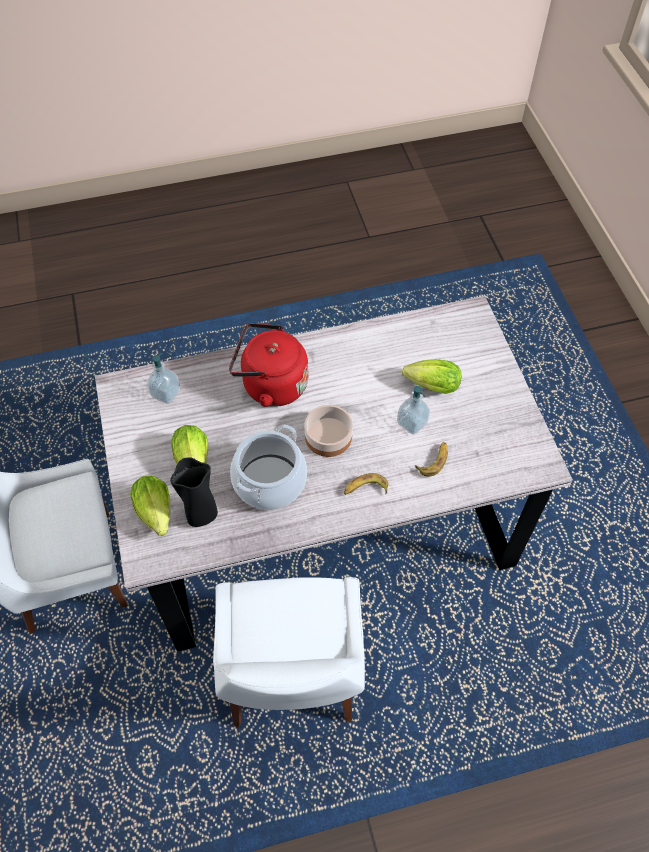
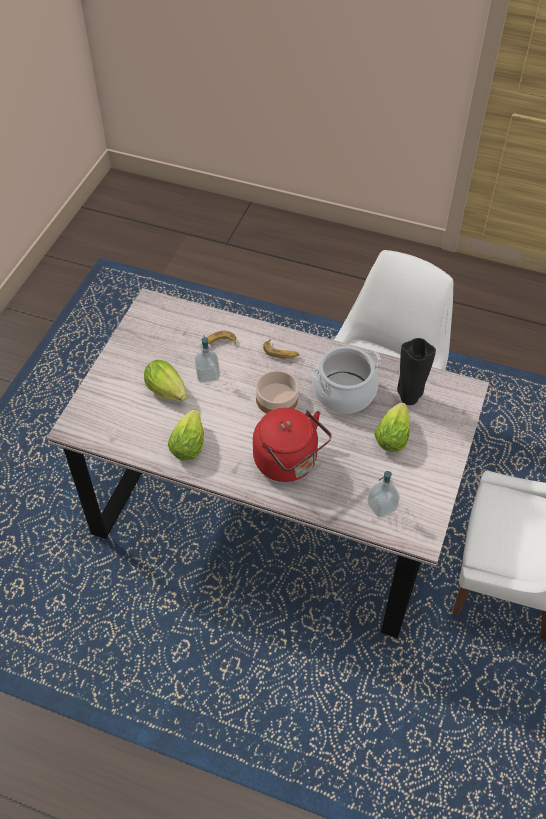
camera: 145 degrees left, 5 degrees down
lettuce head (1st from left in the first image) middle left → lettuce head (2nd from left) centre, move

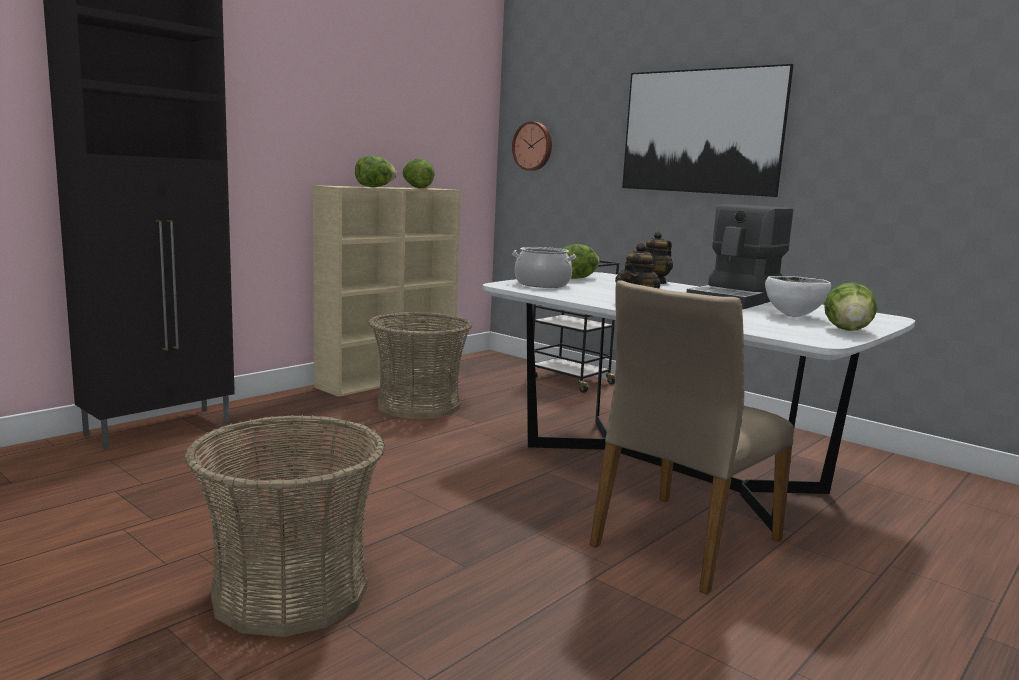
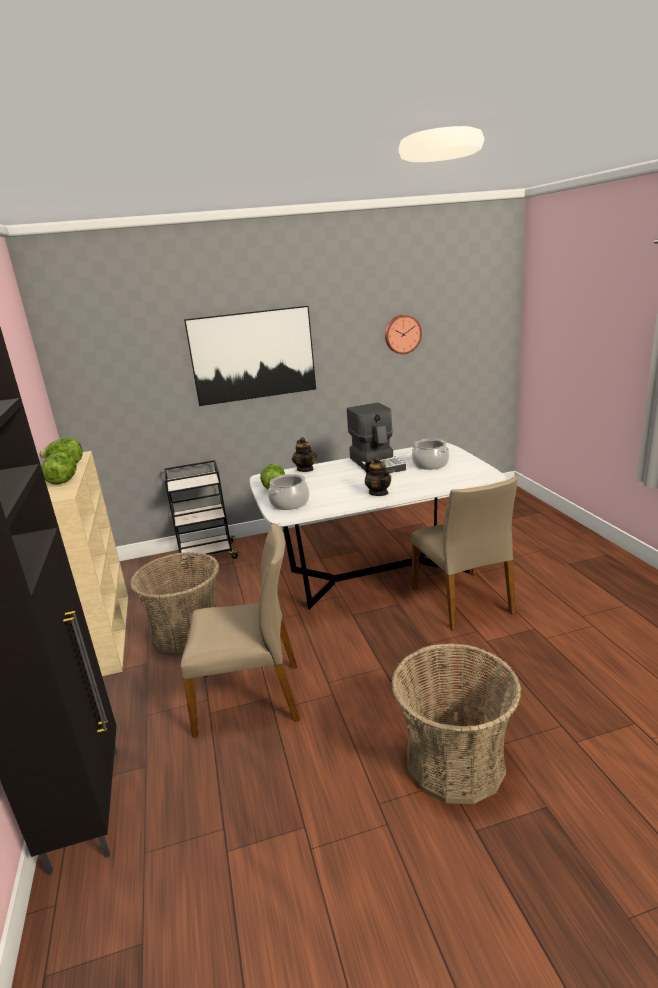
camera: 55 degrees left, 10 degrees up
wall clock top centre → wall clock centre, move
whitish bowl middle right → cooking pot (2nd from left) centre
lettuce head (4th from left) middle right → -
- → beige chair (1st from left) centre

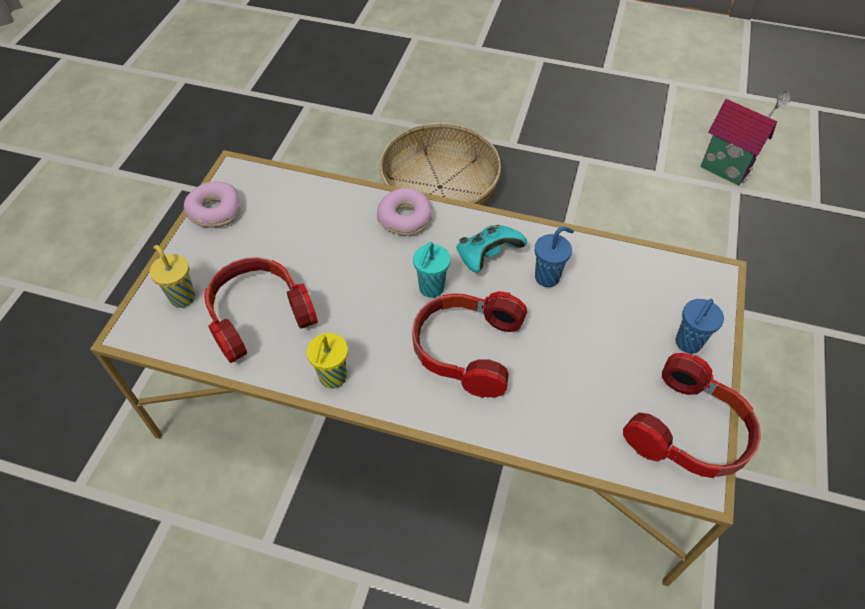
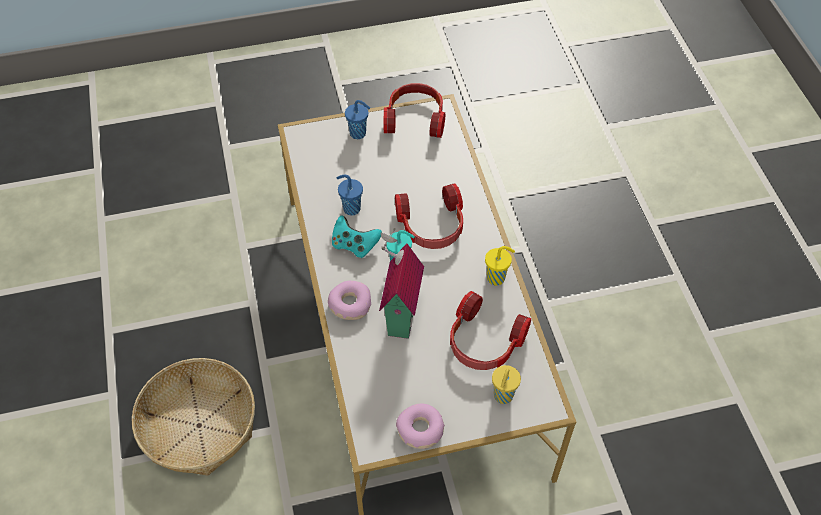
camera: 120 degrees left, 0 degrees up
model house top right → model house centre, move

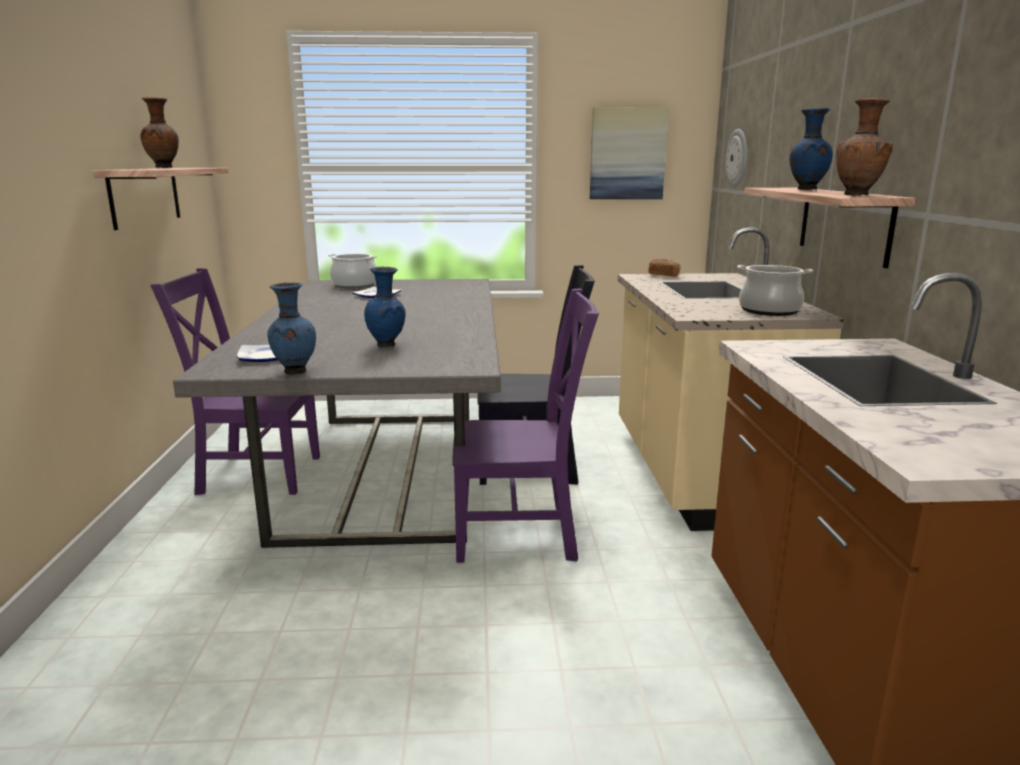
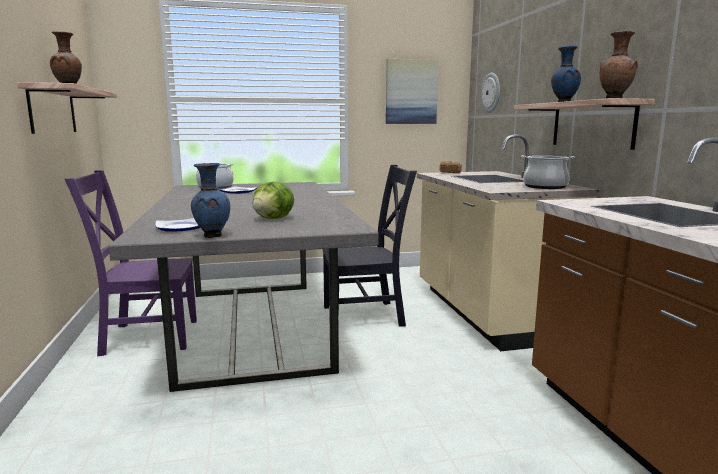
camera: 10 degrees left, 5 degrees down
blue-coloured decorative vase (2nd from left) centre → lettuce head centre
purple chair (2nd from left) centre → -

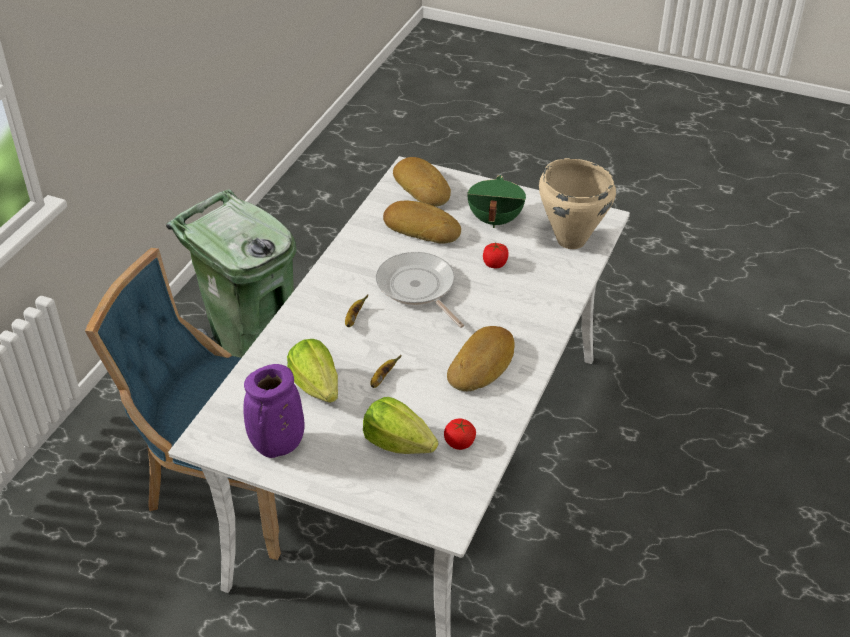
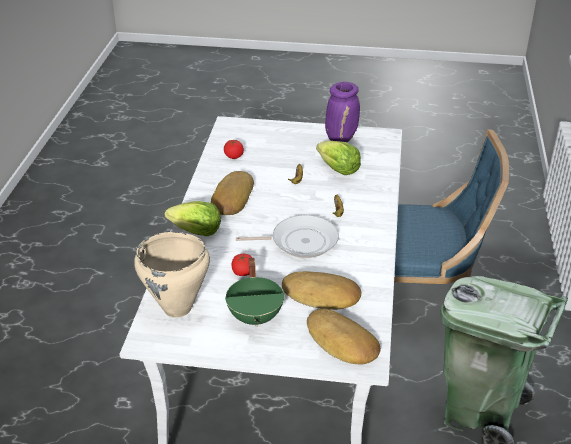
camera: 165 degrees right, 5 degrees down
skillet centre, 45 degrees counterclockwise
lettuce head (2nd from left in the first image) bottom centre → lettuce head (1st from left) centre, move

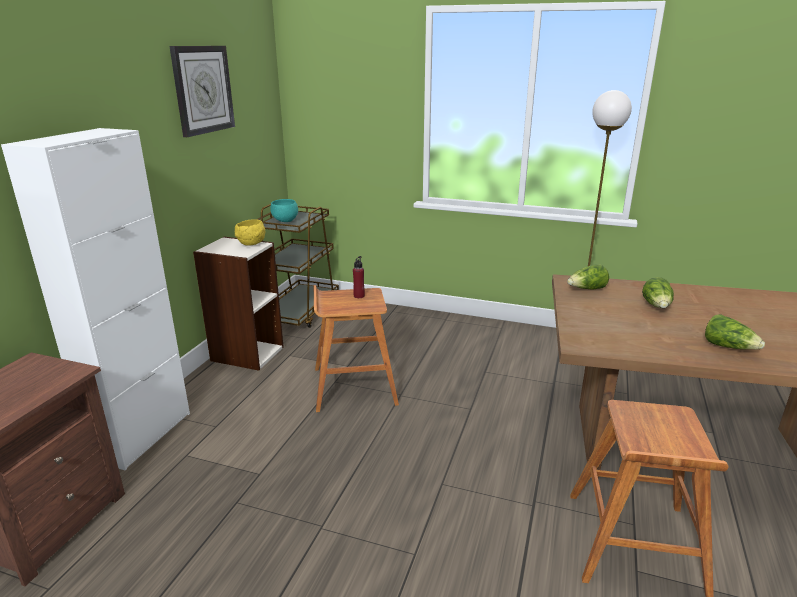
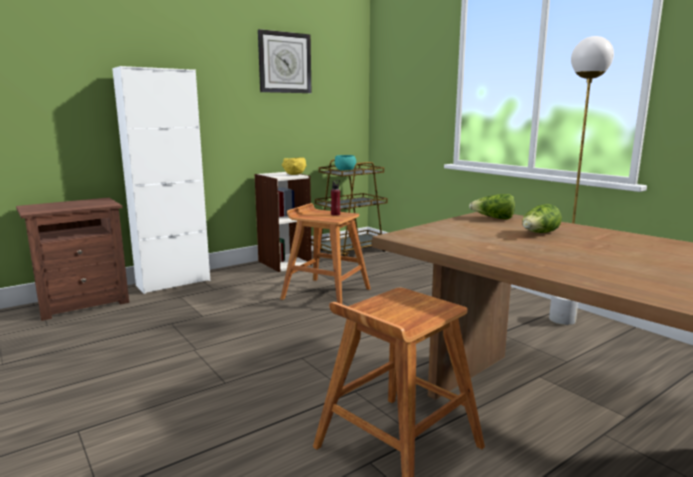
camera: 35 degrees right, 10 degrees down
lettuce head (3rd from left) middle right → -

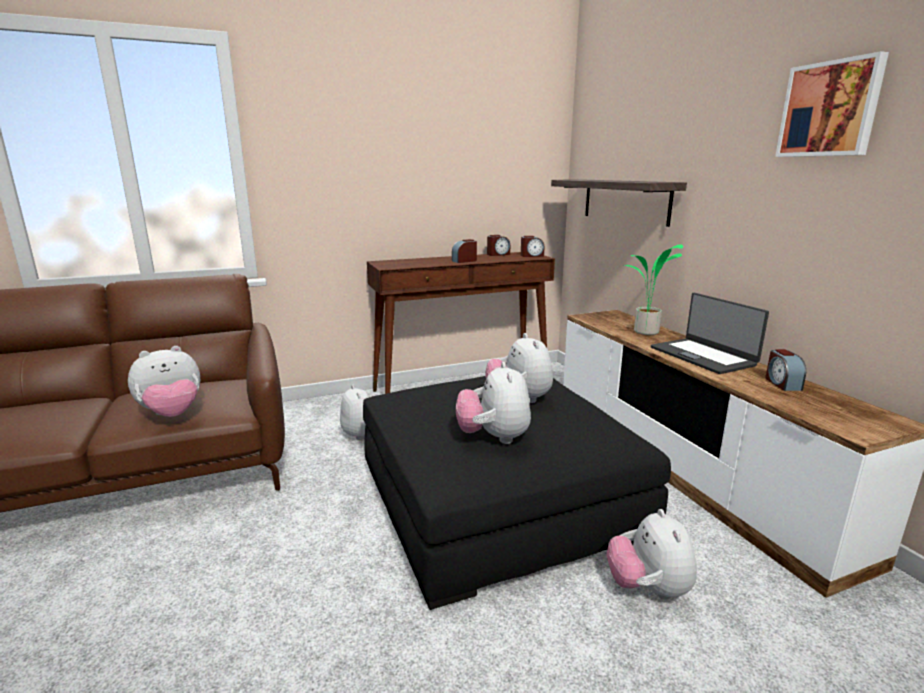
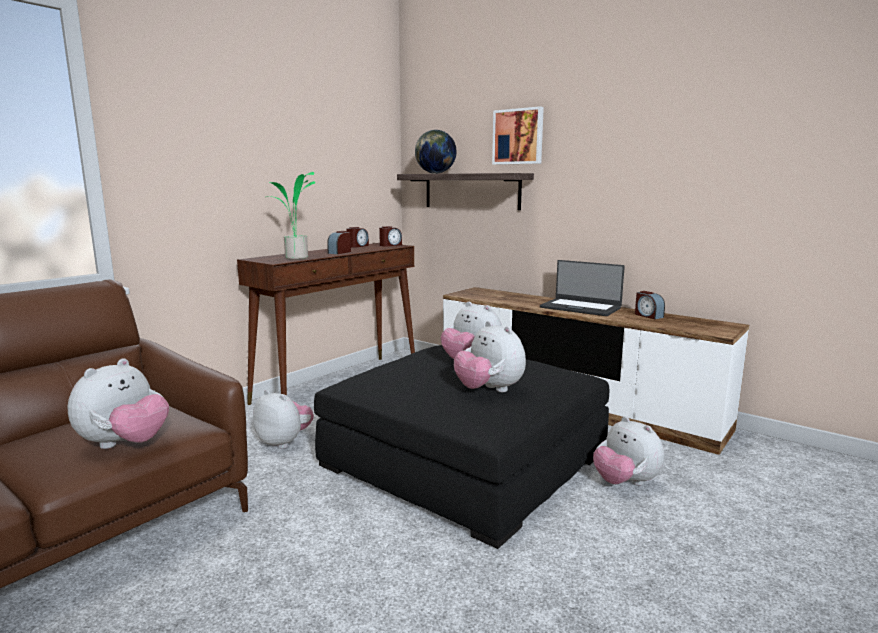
camera: 30 degrees left, 5 degrees down
wall picture top right → wall picture top centre, move
potted plant middle right → potted plant middle left, move
- → desk globe top centre

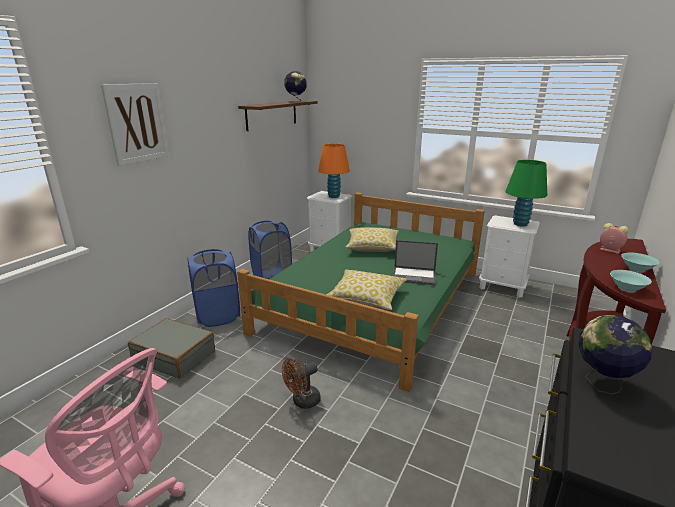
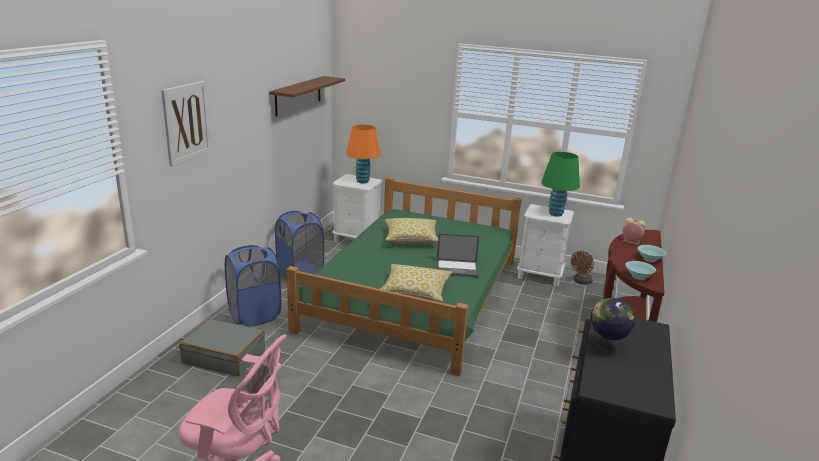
camera: 10 degrees left, 0 degrees up
desk globe (1st from left) top centre → -
brown-coloured cooling fan bottom centre → brown-coloured cooling fan middle right, move

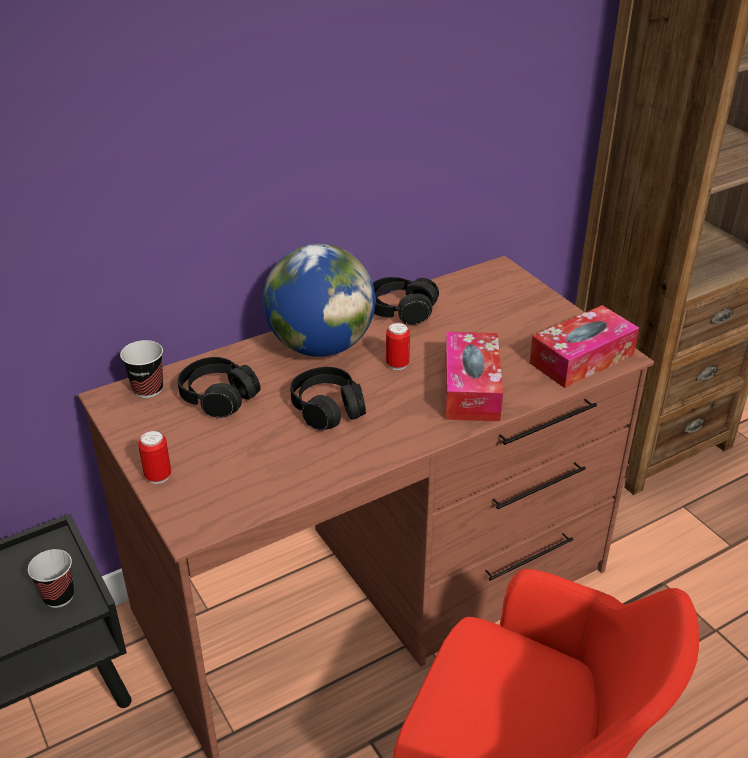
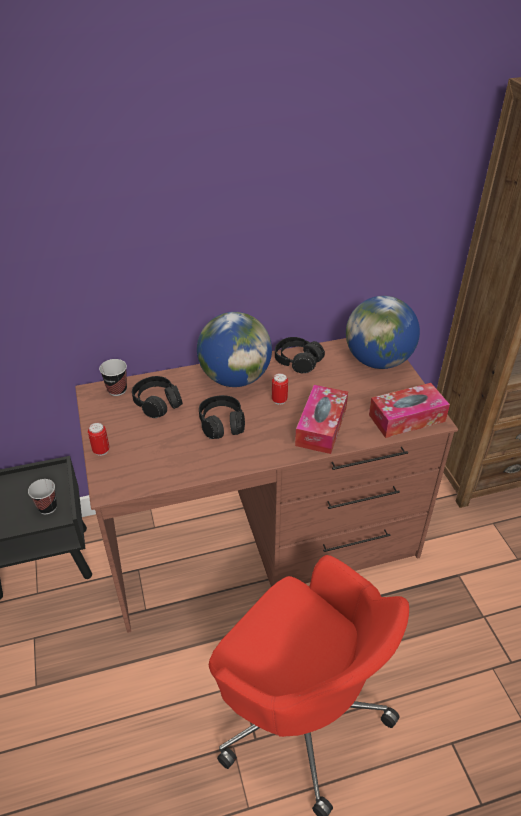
camera: 15 degrees right, 5 degrees up
- → desk globe (2nd from left) middle right

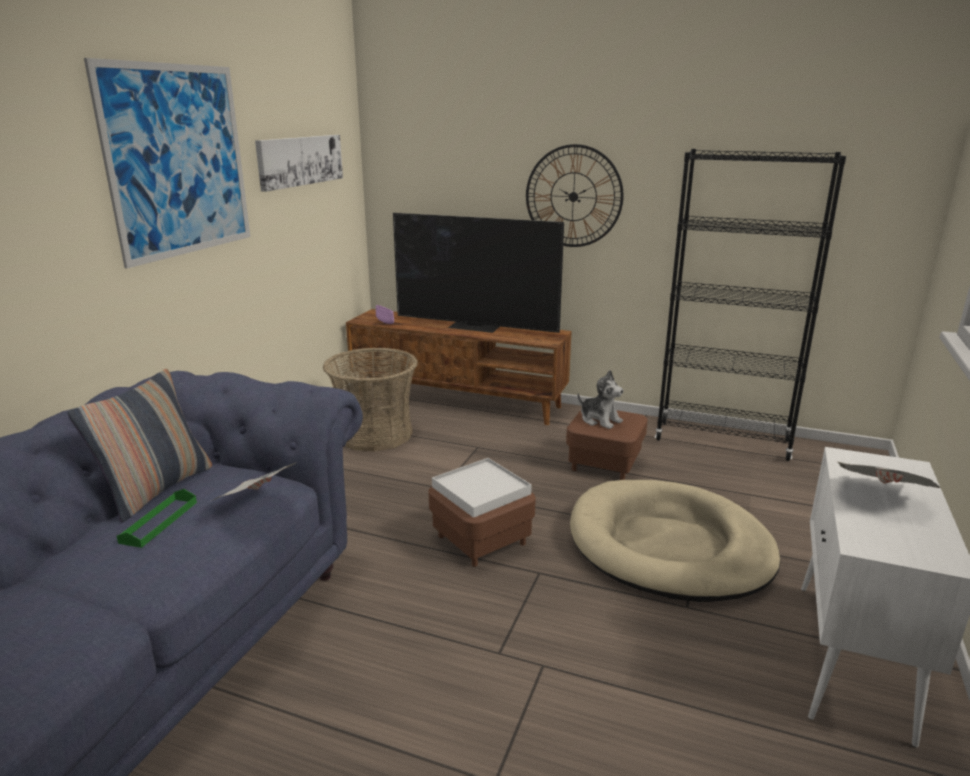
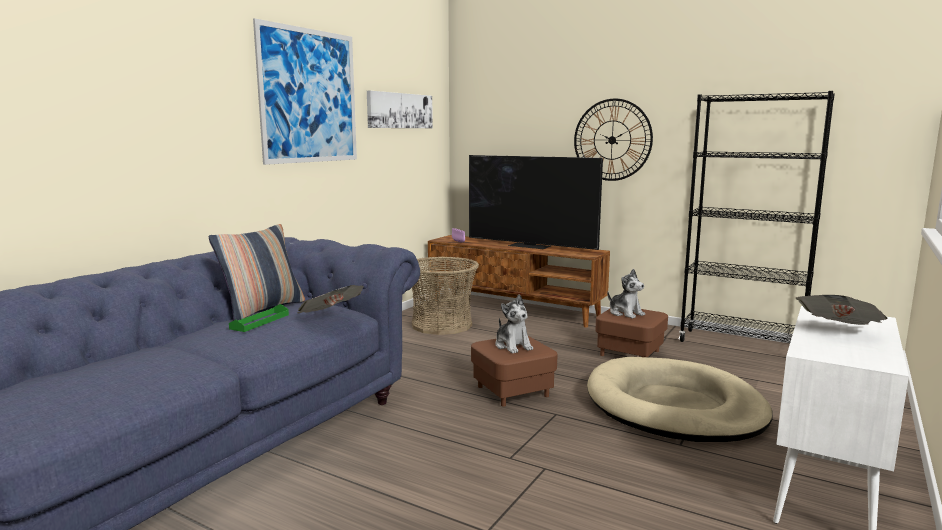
camera: 10 degrees right, 10 degrees down
whitish tray centre → plush toy (1st from left) centre

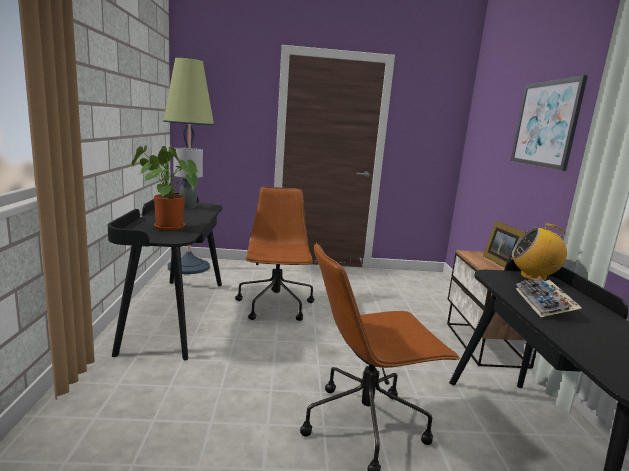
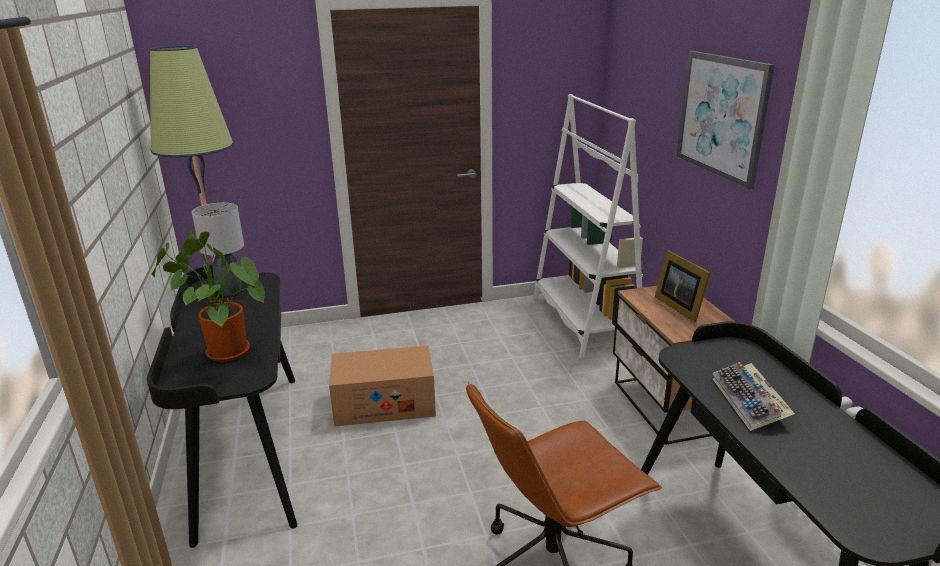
camera: 10 degrees left, 10 degrees up
brown-coloured desk chair (1st from left) centre → carton bottom centre
radio set middle right → -
- → whitish shelving unit centre

